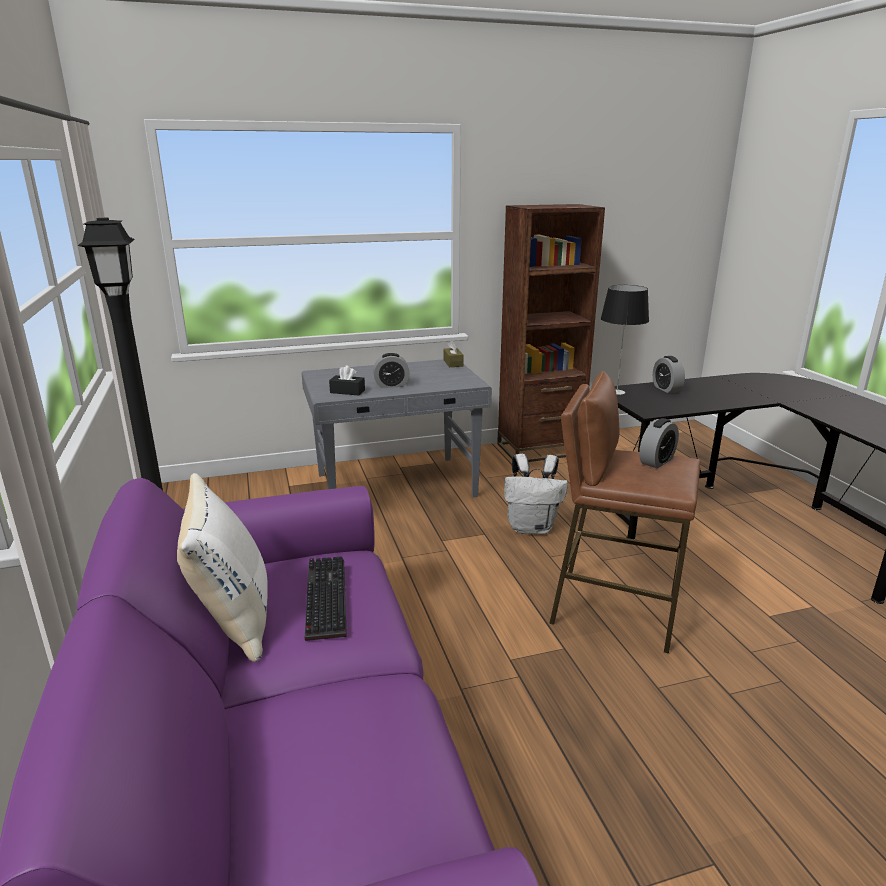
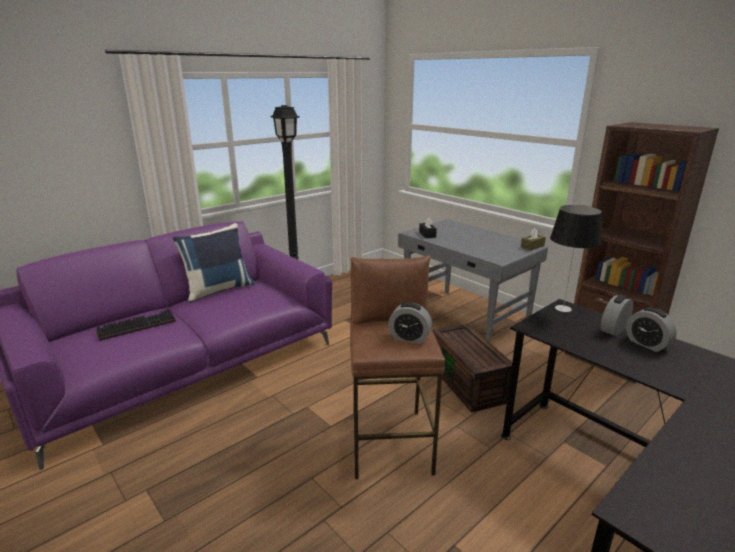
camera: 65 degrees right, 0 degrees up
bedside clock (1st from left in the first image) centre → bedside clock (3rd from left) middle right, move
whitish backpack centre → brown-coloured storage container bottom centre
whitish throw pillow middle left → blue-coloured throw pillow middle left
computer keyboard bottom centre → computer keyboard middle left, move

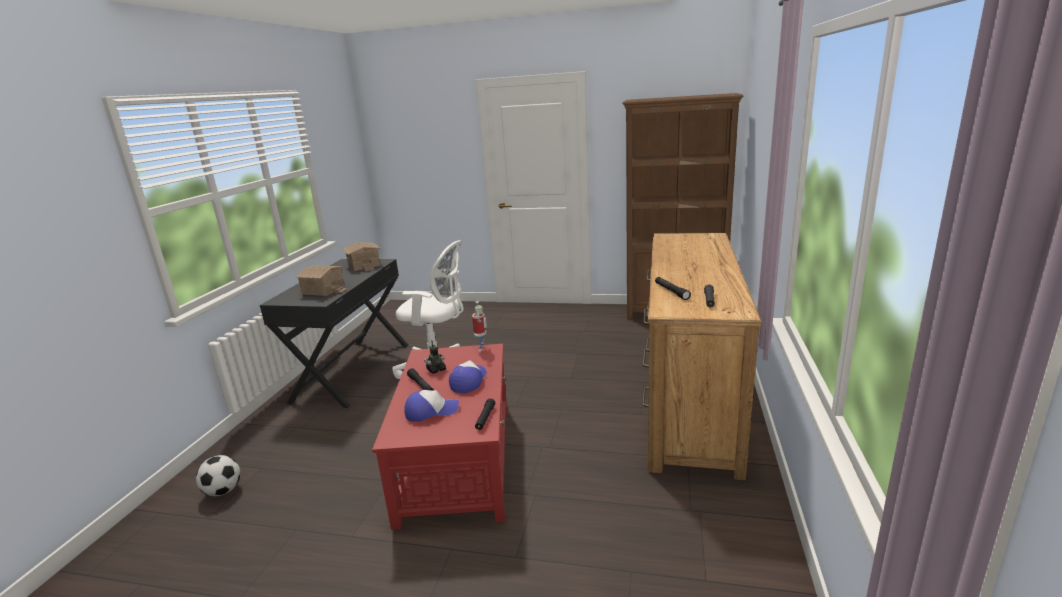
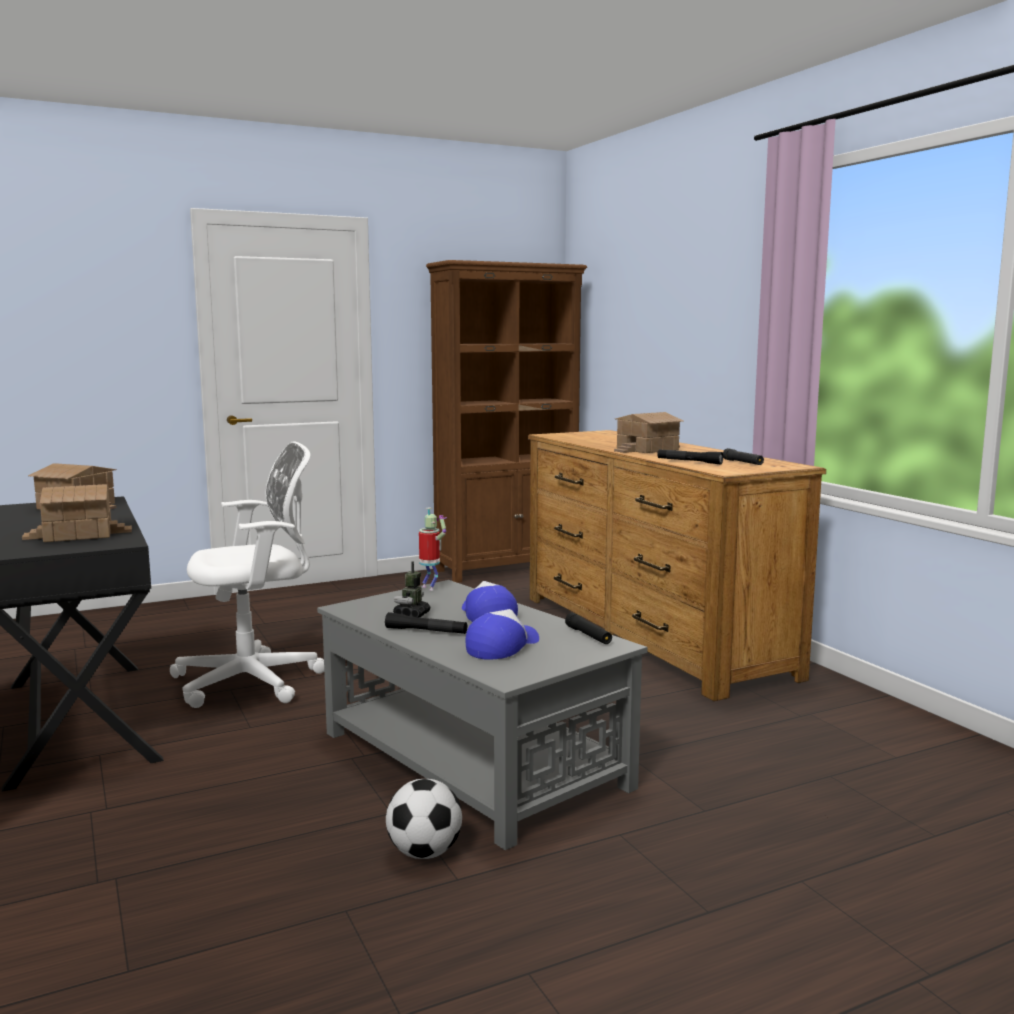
camera: 40 degrees left, 10 degrees down
red low table bottom centre → greyish low table bottom centre
football bottom left → football bottom centre, move
- → model house (3rd from left) centre

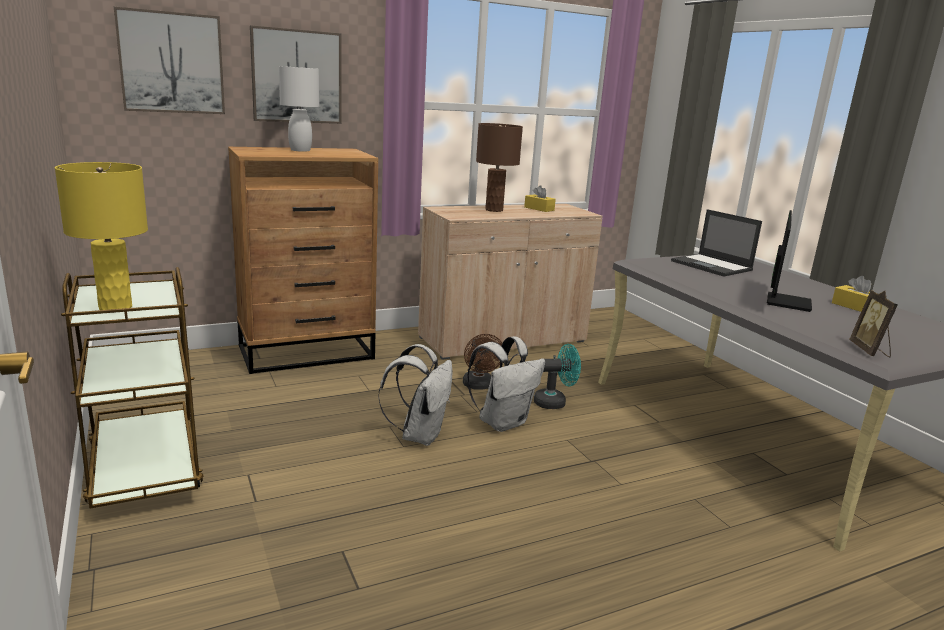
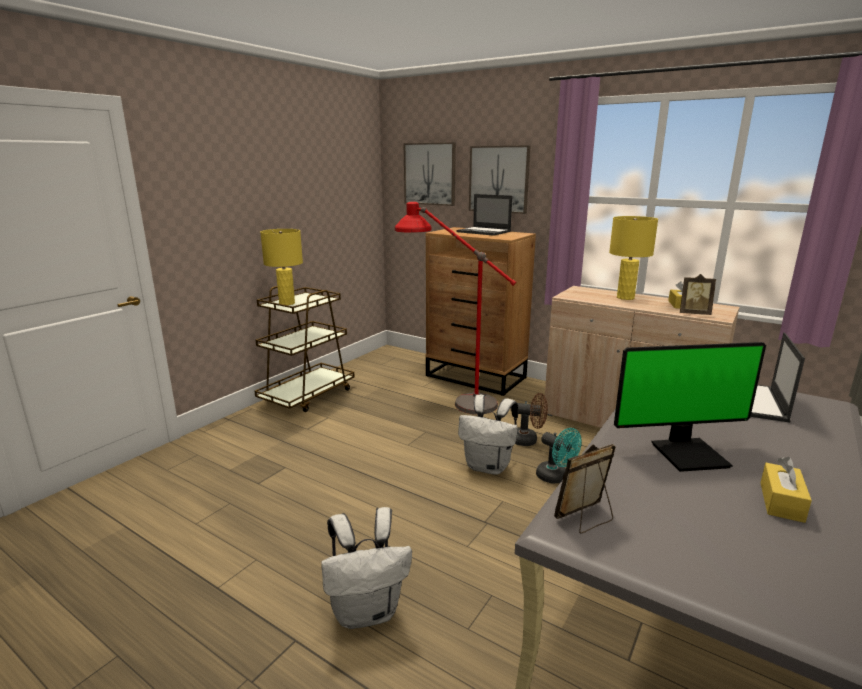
camera: 60 degrees right, 0 degrees up
whitish table lamp top left → notebook computer (1st from left) top centre
brown-coloured table lamp top centre → yellow table lamp (2nd from left) middle right
brown-coloured cooling fan centre, 120 degrees counterclockwise
whitish backpack (1st from left) centre → whitish backpack (1st from left) bottom centre, move
- → red standing lamp centre
- → picture frame (2nd from left) middle right

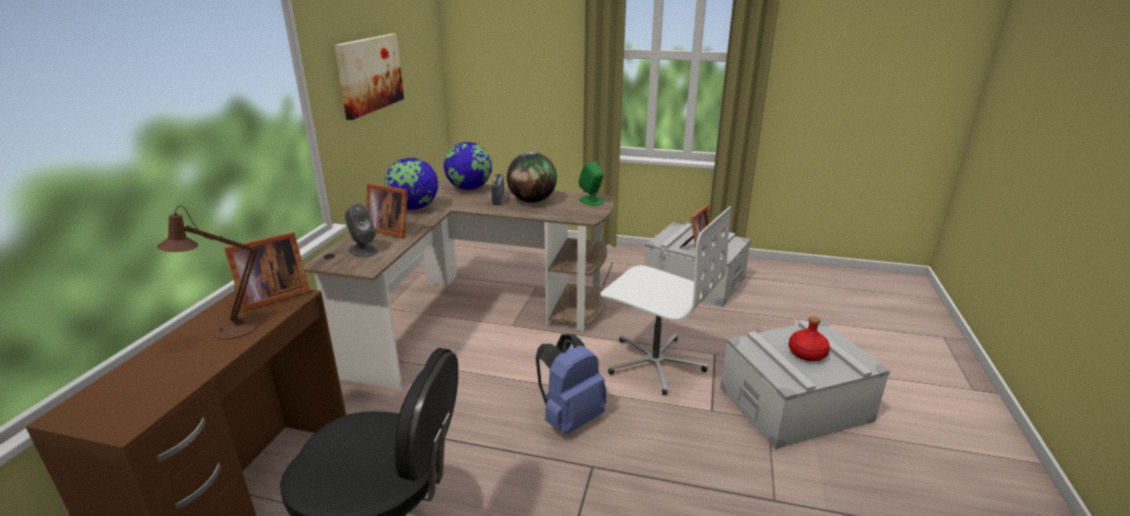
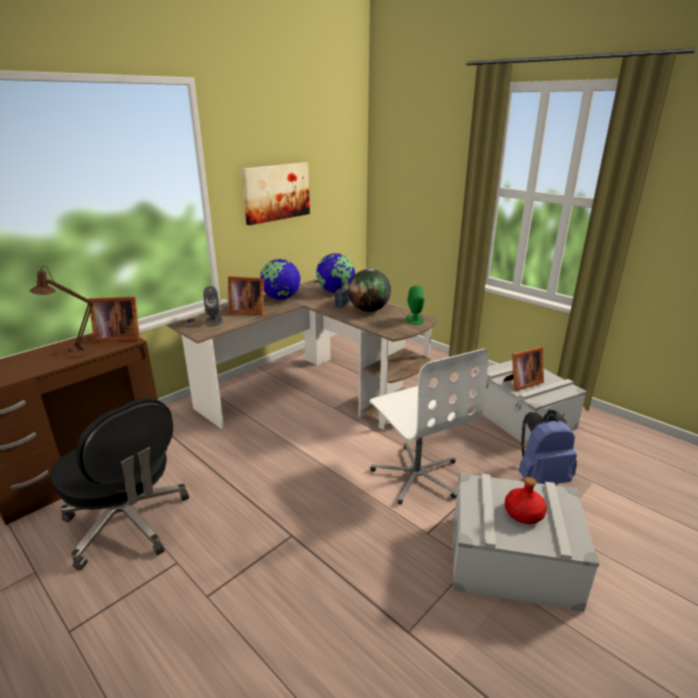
camera: 30 degrees right, 0 degrees up
picture frame (2nd from left) centre, 45 degrees counterclockwise
blue-coloured backpack bottom centre → blue-coloured backpack middle right, move

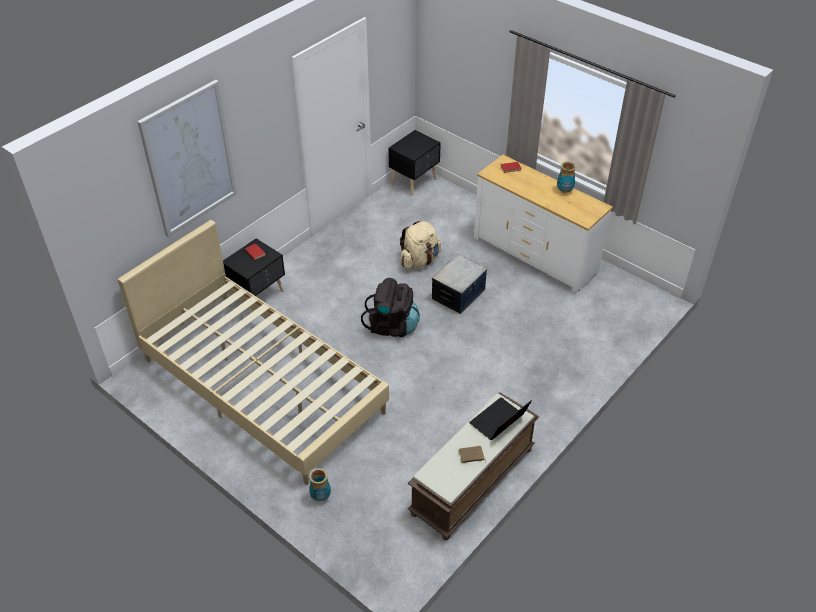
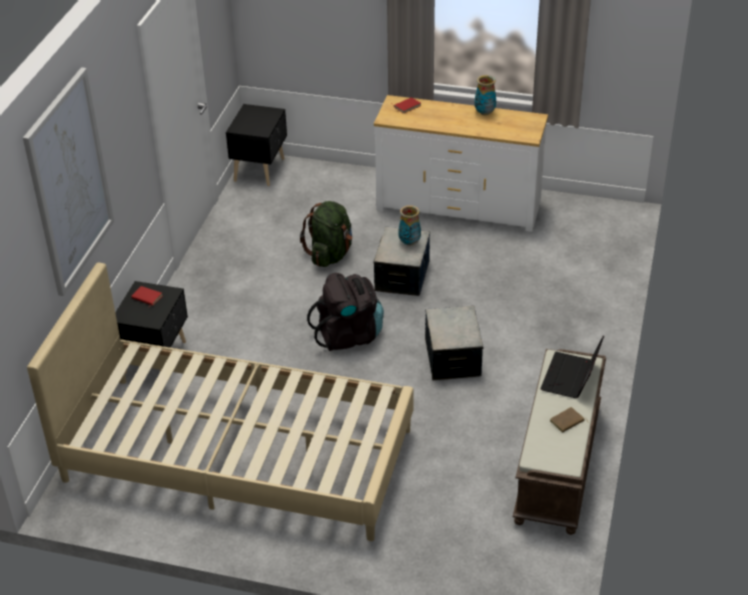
camera: 25 degrees left, 5 degrees down
beige backpack centre → green backpack centre
decorative vase (1st from left) bottom centre → decorative vase (1st from left) centre, move
- → storage container (2nd from left) centre

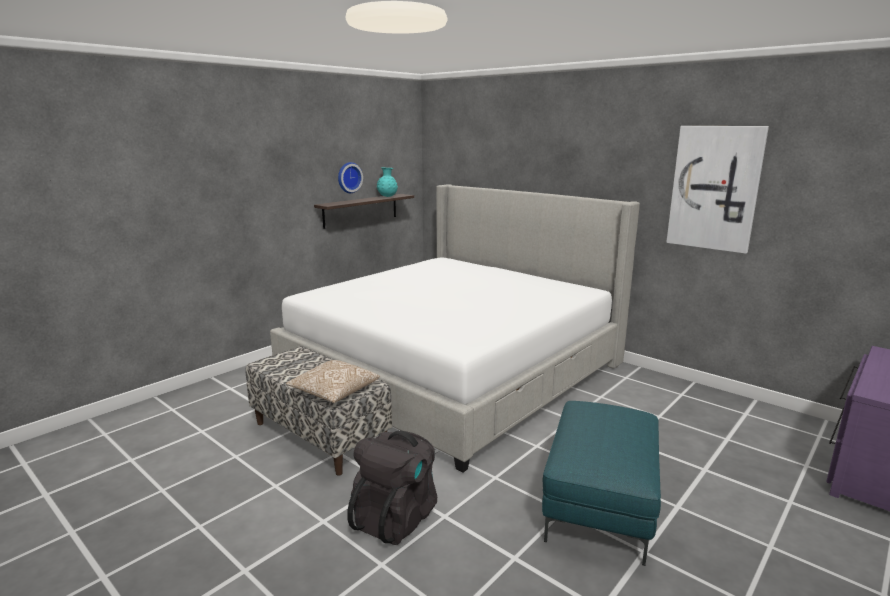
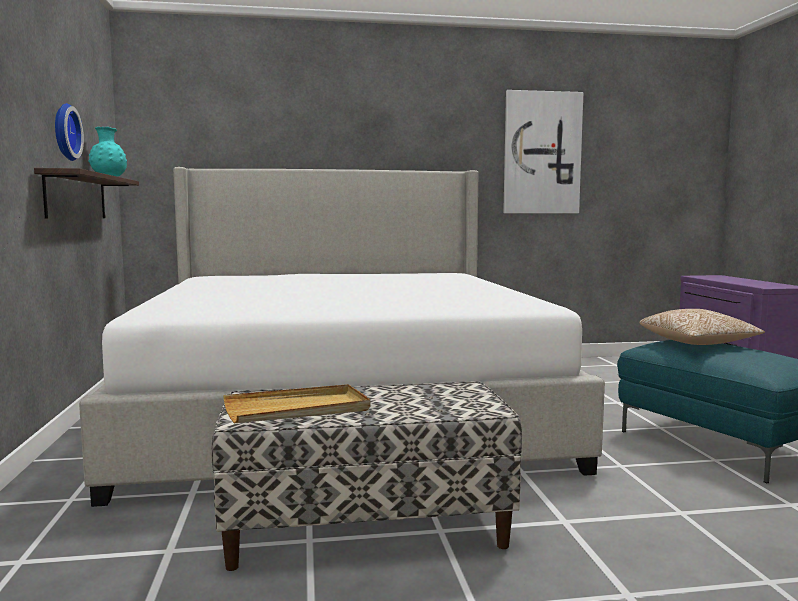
camera: 50 degrees left, 10 degrees down
throw pillow centre → throw pillow middle right, move
black-coloured backpack bottom centre → -
- → beige tray bottom centre

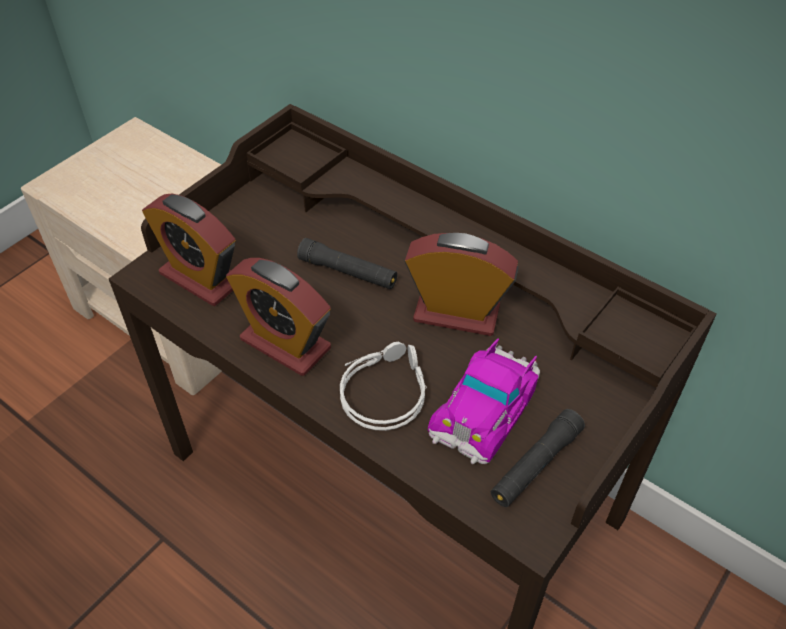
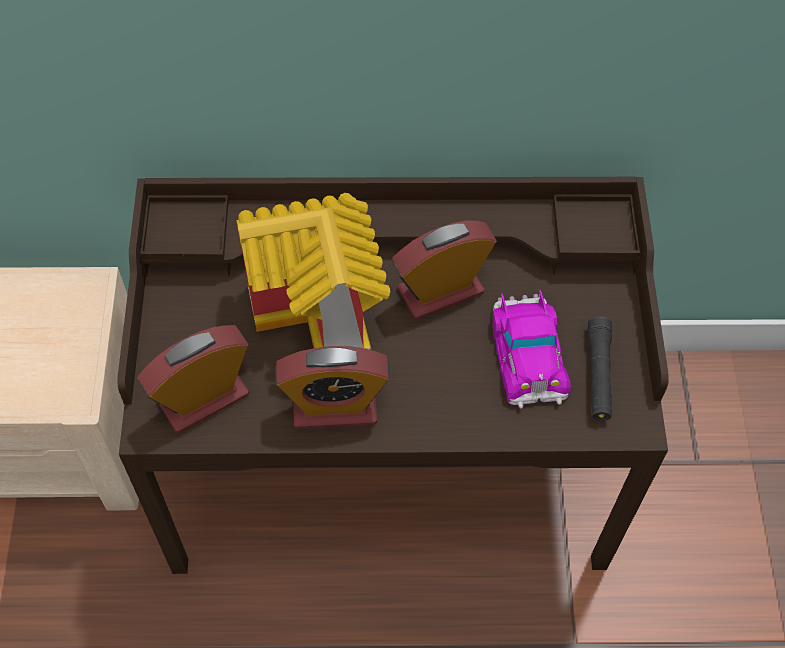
camera: 40 degrees left, 10 degrees up
bedside clock (1st from left) middle left, 150 degrees clockwise
black-coloured flashlight (1st from left) centre → model house centre
greyish headphones centre → -

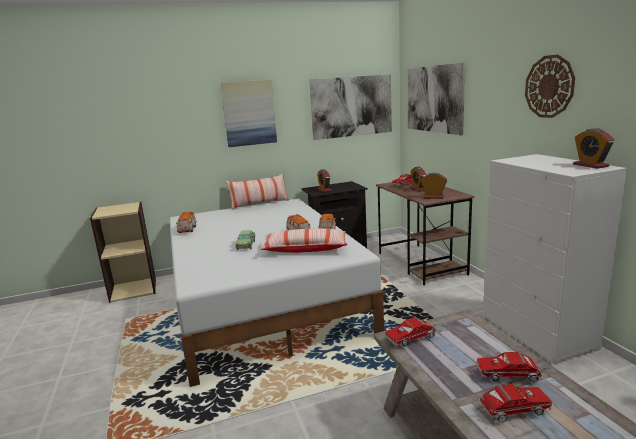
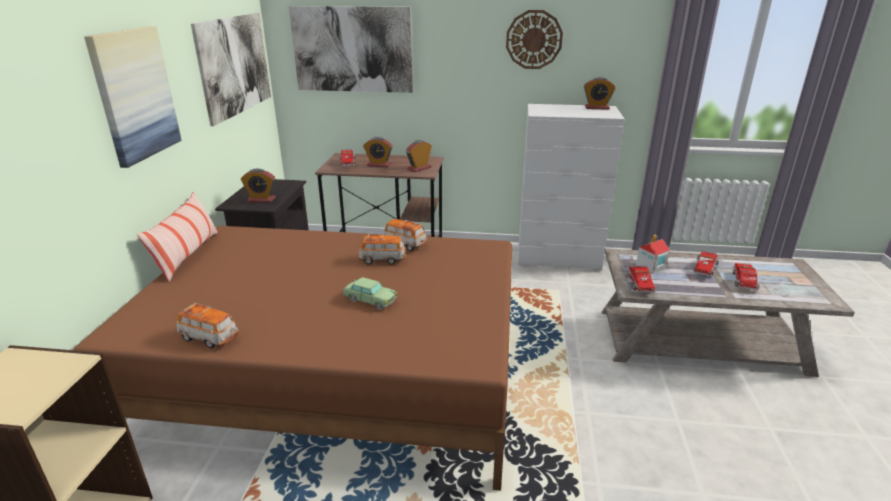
camera: 65 degrees left, 10 degrees up
whitish sleeping bed centre → brown-coloured sleeping bed bottom left
throw pillow (2nd from left) centre → -
- → model house middle right

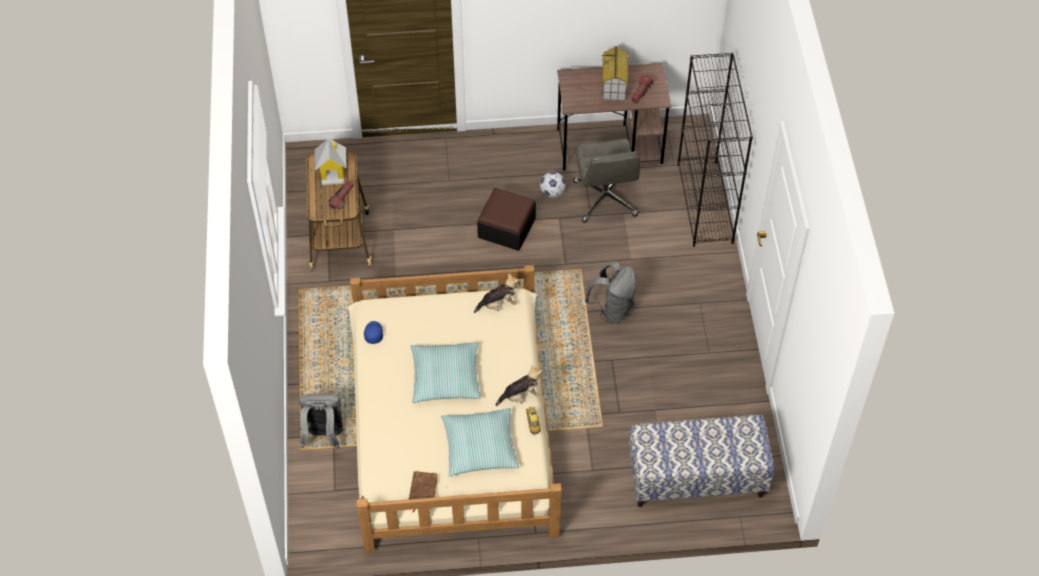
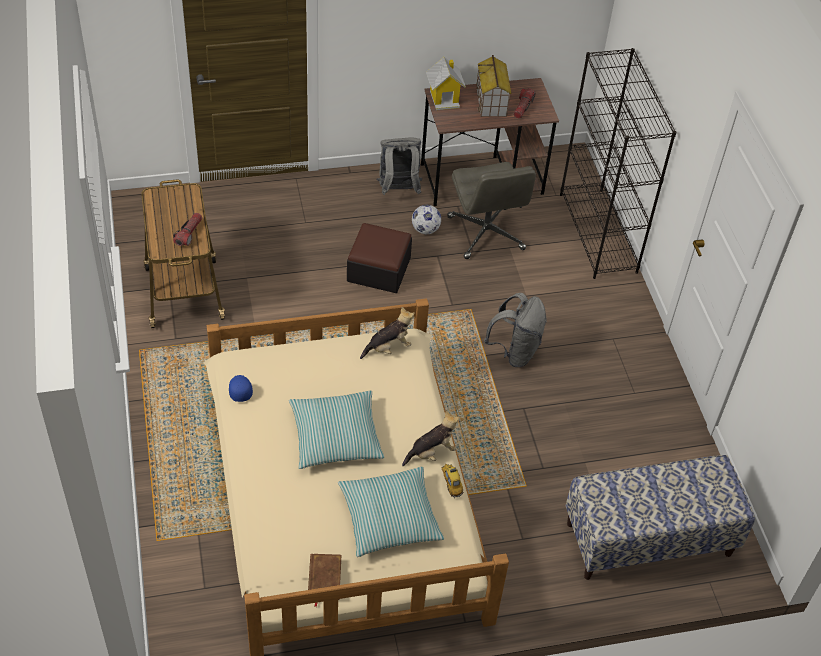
camera: 10 degrees left, 5 degrees down
model house (1st from left) top left → model house (1st from left) top centre, move
greyish backpack (1st from left) bottom left → greyish backpack (1st from left) top centre, move

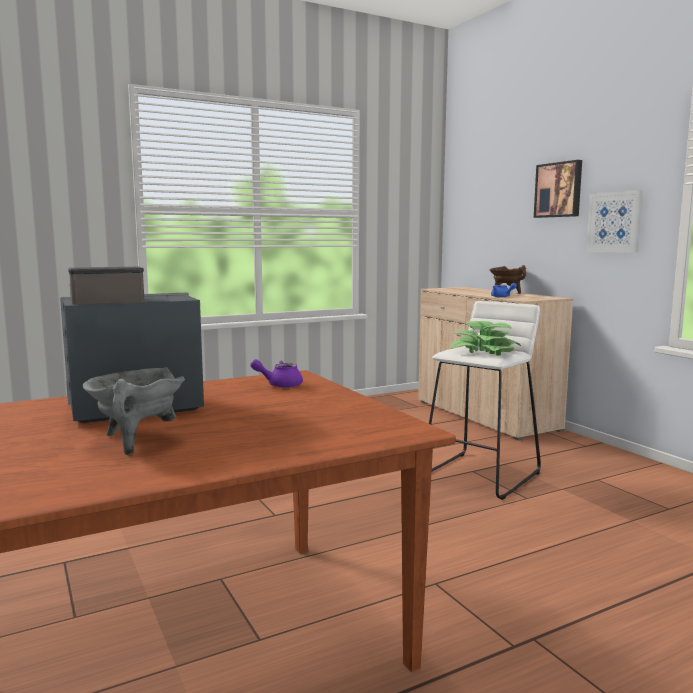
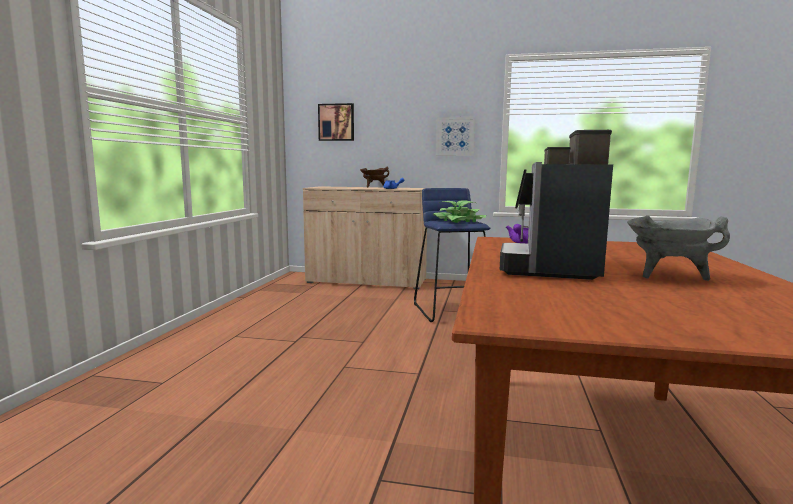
camera: 50 degrees left, 0 degrees up
wall picture (1st from left) top right → wall picture (1st from left) top centre, move
whitish stool middle right → blue-coloured stool centre

